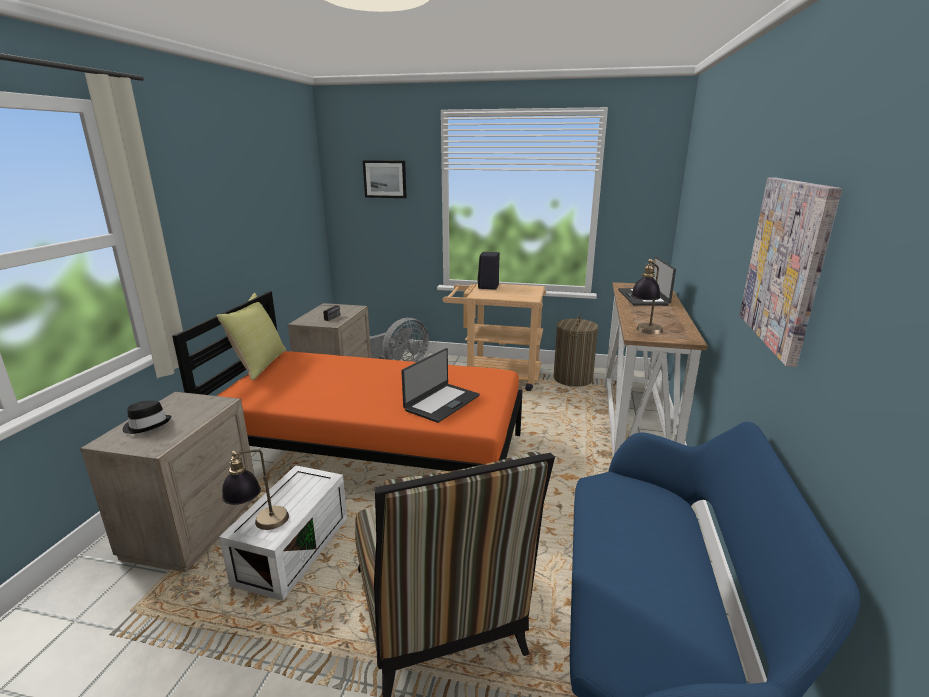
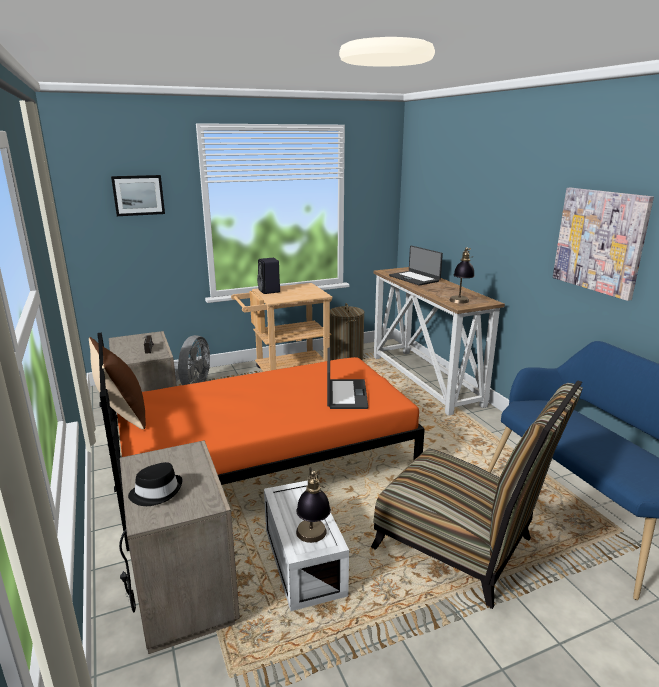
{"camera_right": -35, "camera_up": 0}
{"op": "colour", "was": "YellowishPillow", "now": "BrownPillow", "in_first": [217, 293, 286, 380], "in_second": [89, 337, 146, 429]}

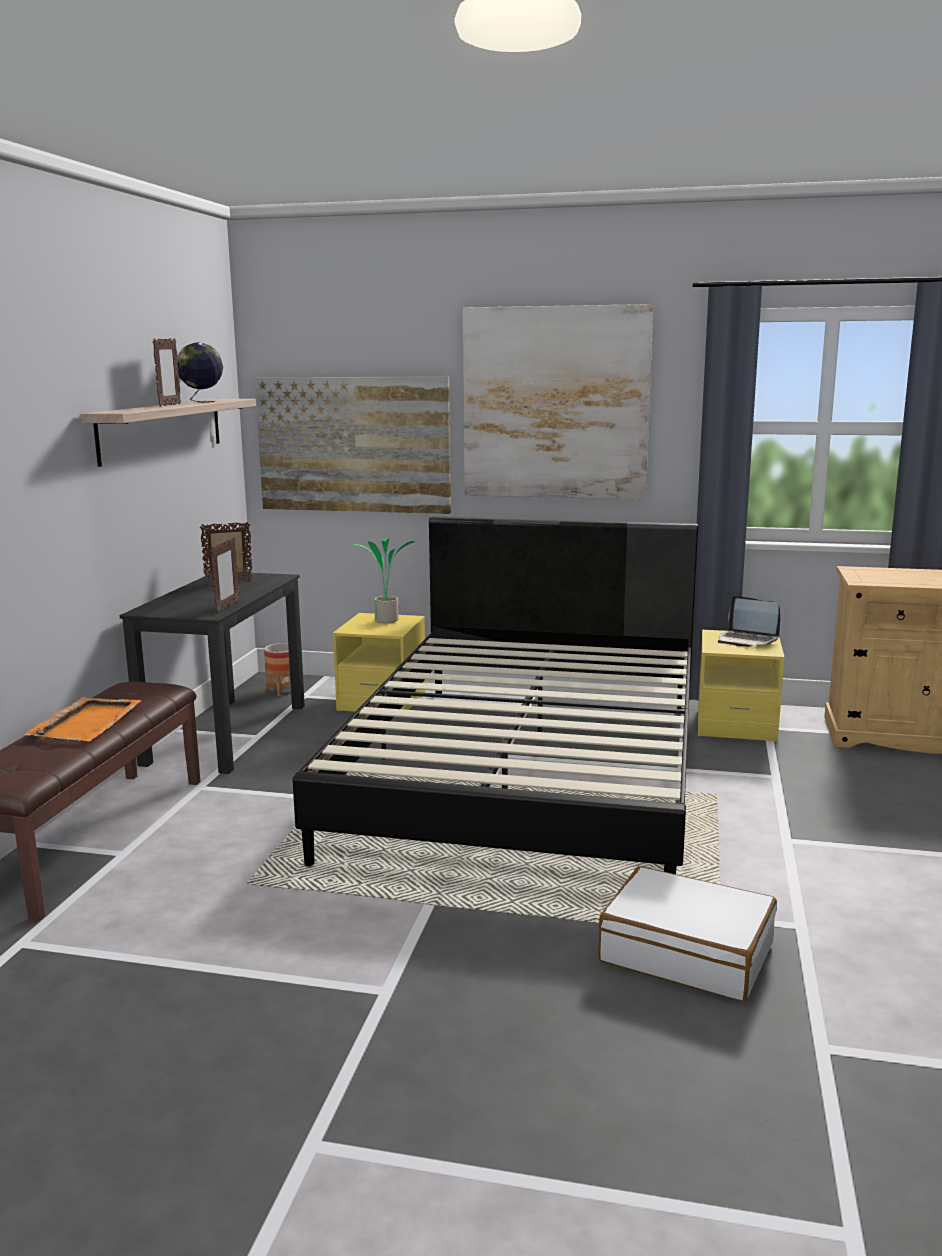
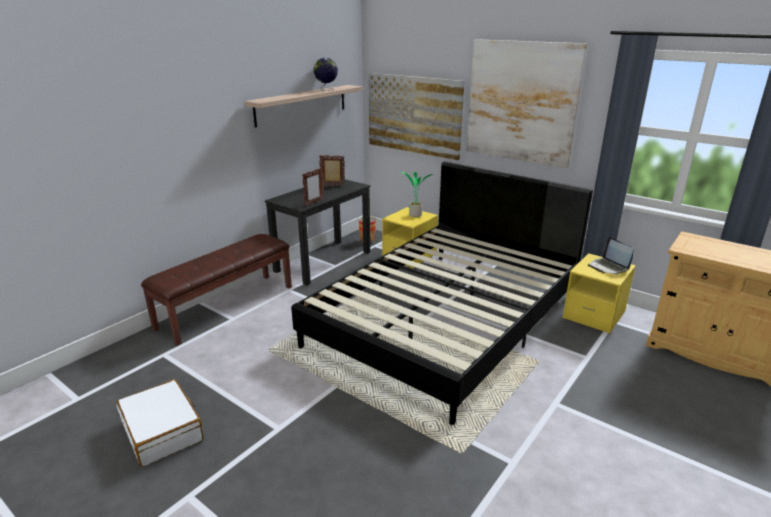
{"camera_right": 25, "camera_up": 10}
{"op": "missing", "was": "PictureFrame", "in_first": [153, 338, 181, 407]}
{"op": "missing", "was": "OrangeColouredTray", "in_first": [24, 697, 142, 742]}
{"op": "relocated", "was": "WhiteColouredTravelCase", "in_first": [598, 866, 777, 1001], "in_second": [116, 379, 204, 467]}

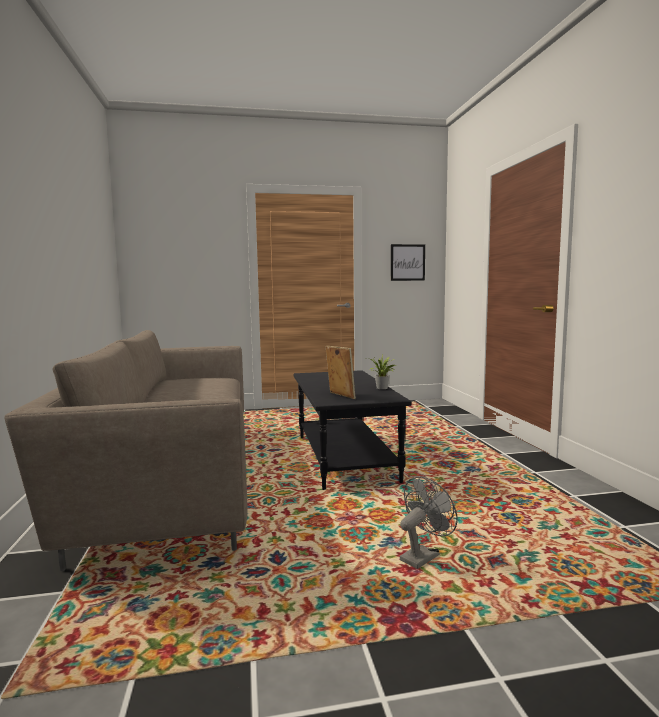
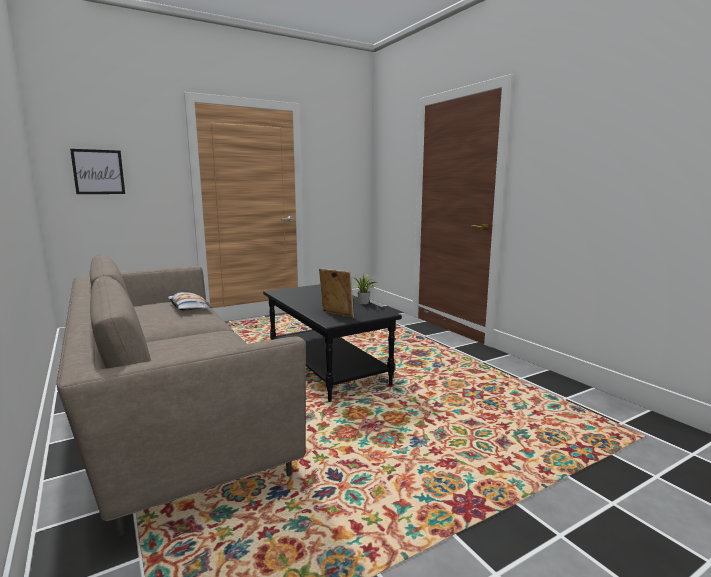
{"camera_right": -20, "camera_up": 5}
{"op": "relocated", "was": "WallPicture", "in_first": [391, 244, 425, 281], "in_second": [70, 149, 125, 194]}
{"op": "missing", "was": "GreyishCoolingFan", "in_first": [400, 476, 458, 569]}
{"op": "appeared", "now": "Pillow", "in_second": [168, 292, 212, 310]}

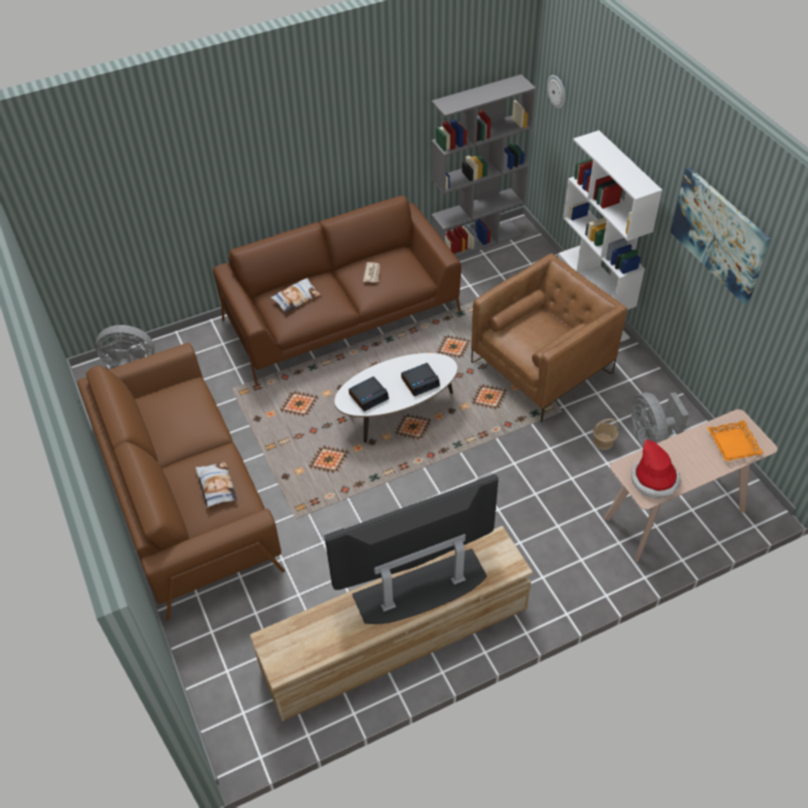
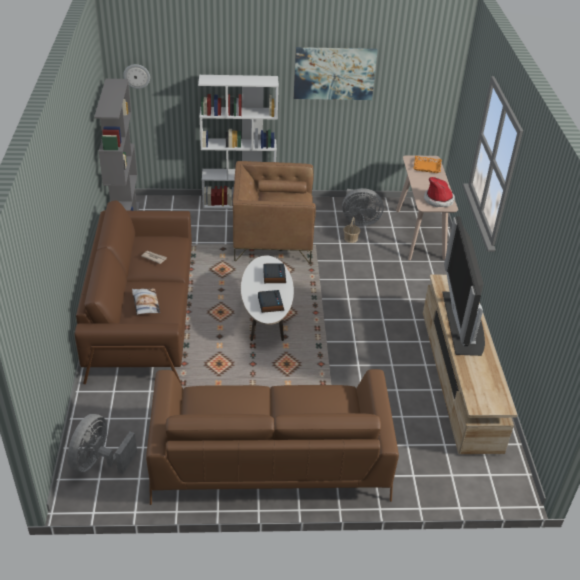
{"camera_right": -70, "camera_up": -10}
{"op": "spun", "was": "BrownArmchair", "in_first": [471, 253, 627, 422], "in_second": [233, 161, 316, 263], "clockwise": -75}
{"op": "missing", "was": "Pillow", "in_first": [196, 462, 237, 508]}

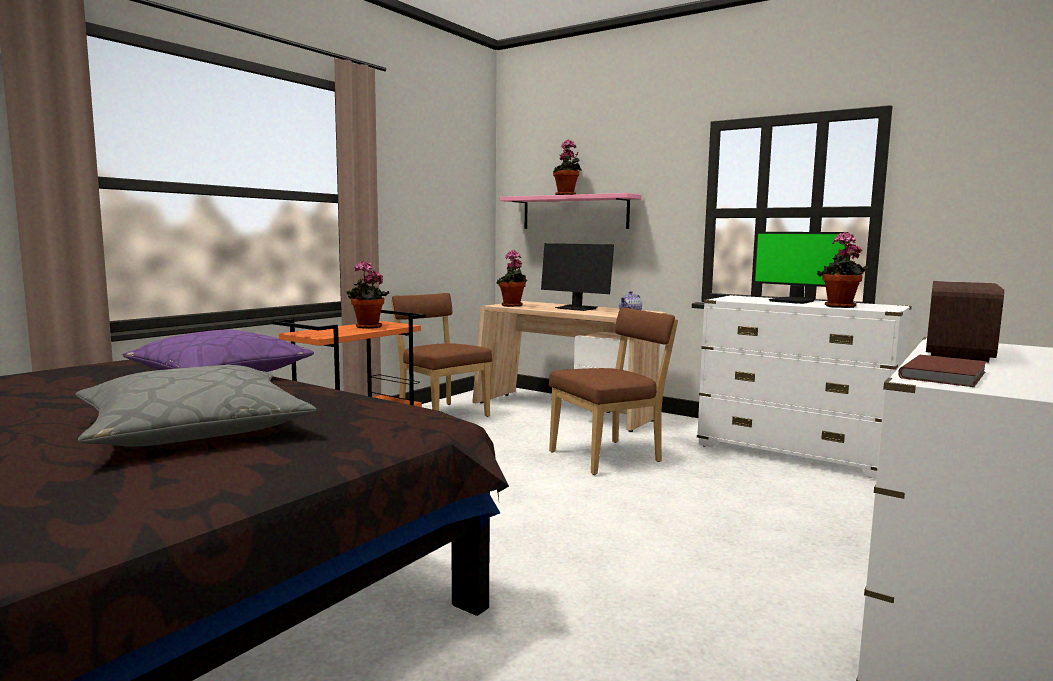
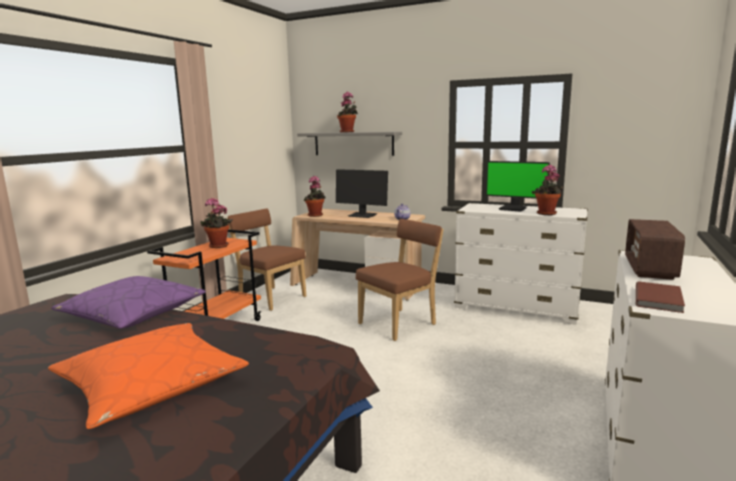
{"camera_right": -10, "camera_up": 5}
{"op": "colour", "was": "PinkShelf", "now": "GreyishShelf", "in_first": [499, 193, 642, 229], "in_second": [297, 132, 402, 156]}
{"op": "colour", "was": "GreyishPillow", "now": "OrangeColouredPillow", "in_first": [75, 365, 316, 447], "in_second": [48, 323, 249, 429]}

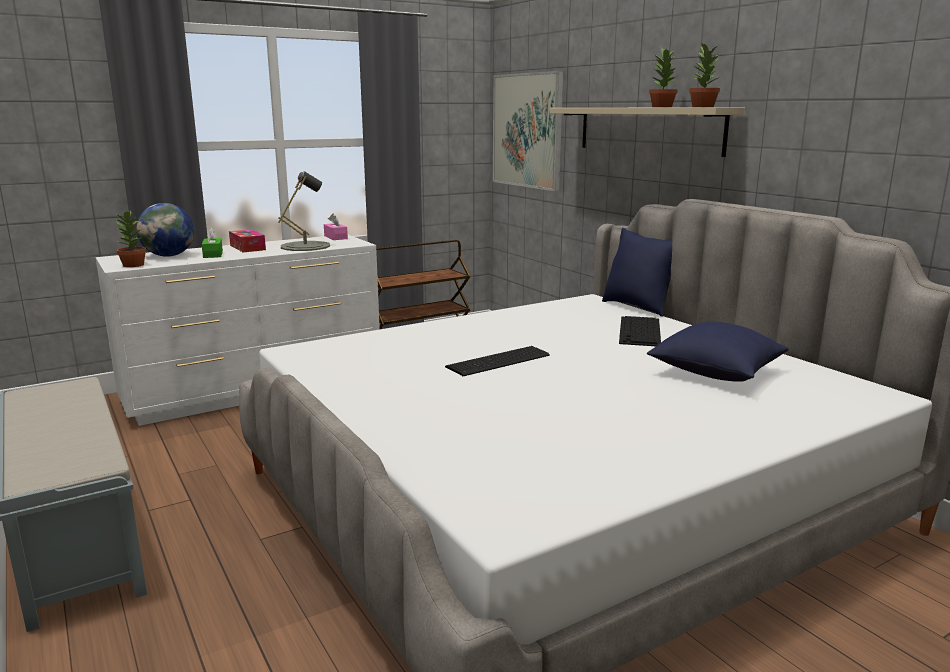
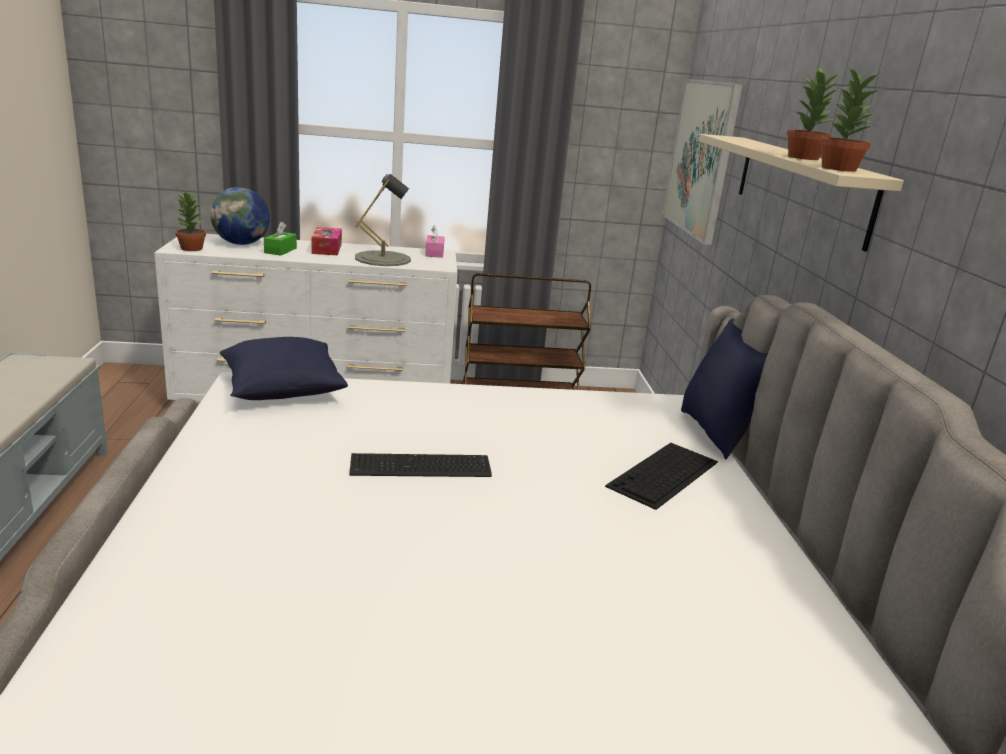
{"camera_right": 25, "camera_up": 5}
{"op": "relocated", "was": "BluishPillow", "in_first": [647, 322, 789, 382], "in_second": [220, 337, 348, 400]}

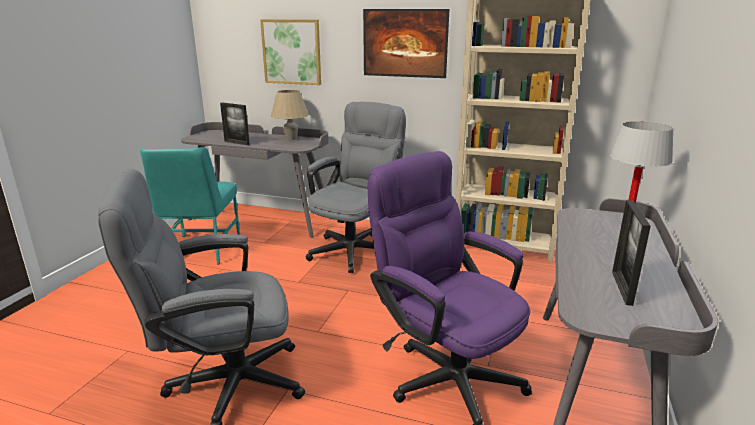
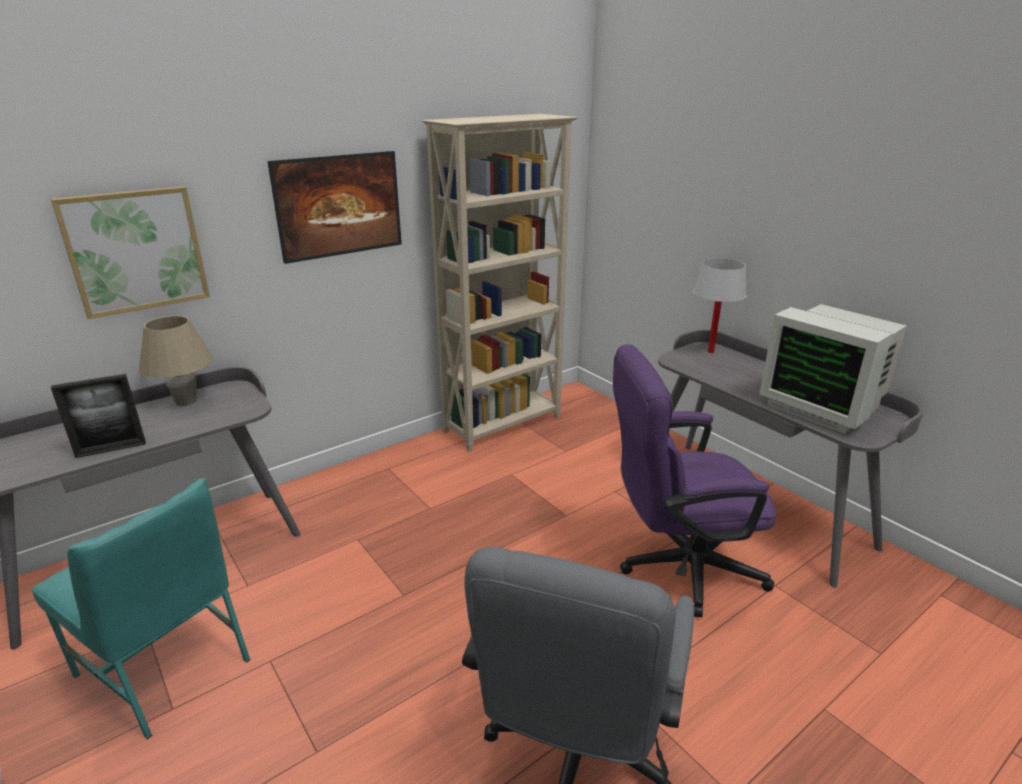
{"camera_right": -55, "camera_up": 5}
{"op": "missing", "was": "GreyishComputerChair", "in_first": [306, 102, 406, 273]}
{"op": "exchanged", "was": "PictureFrame", "now": "ComputerDisplay", "in_first": [612, 200, 651, 306], "in_second": [759, 304, 907, 434]}

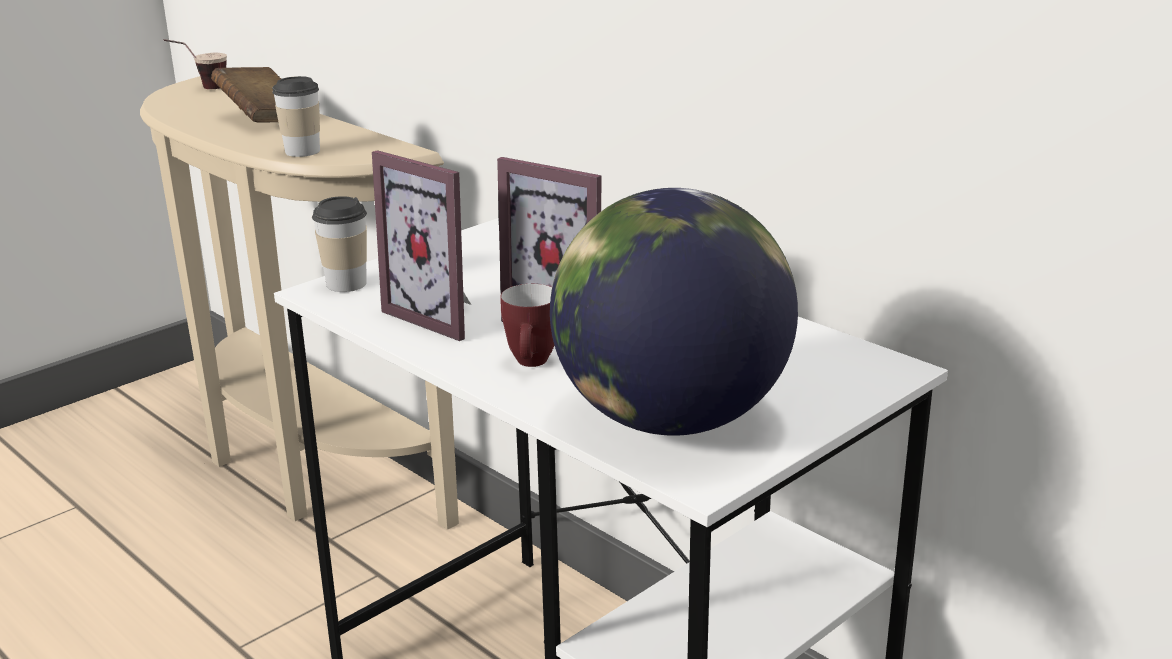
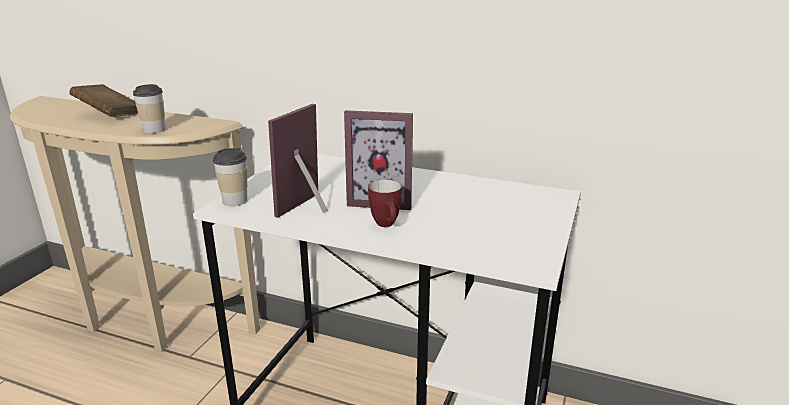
{"camera_right": -25, "camera_up": 0}
{"op": "missing", "was": "Cup", "in_first": [164, 39, 227, 89]}
{"op": "spun", "was": "PictureFrame", "in_first": [372, 150, 471, 341], "in_second": [268, 104, 328, 218], "clockwise": 105}
{"op": "missing", "was": "Globe", "in_first": [550, 188, 798, 435]}

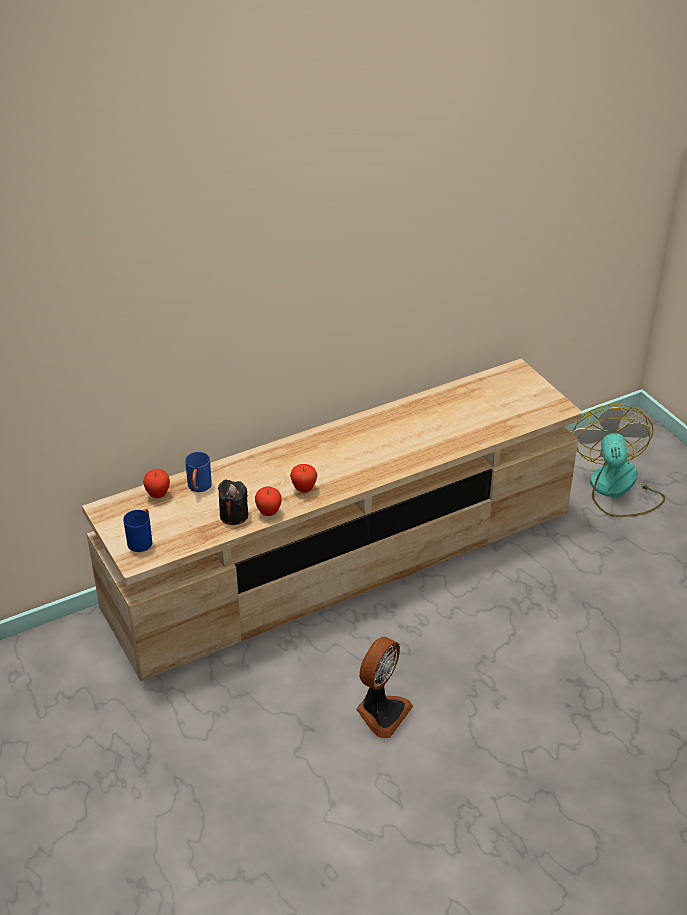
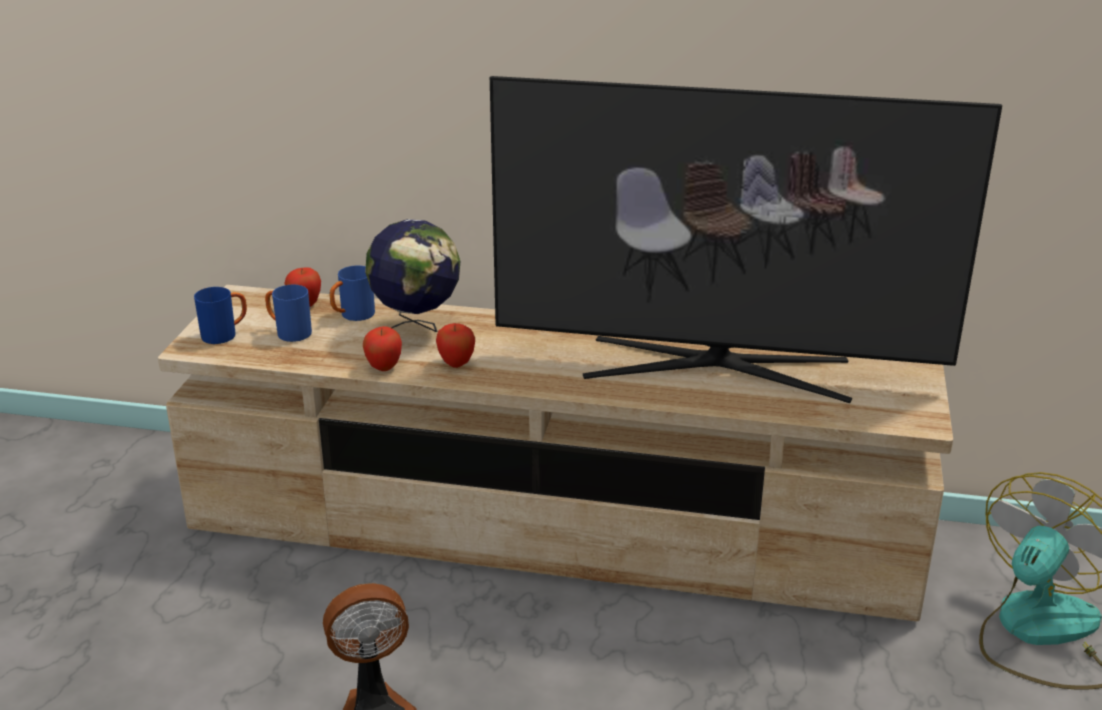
{"camera_right": 40, "camera_up": -10}
{"op": "missing", "was": "BlackCandle", "in_first": [218, 480, 248, 525]}
{"op": "appeared", "now": "Tv", "in_second": [490, 76, 1002, 403]}
{"op": "appeared", "now": "Globe", "in_second": [365, 219, 460, 332]}
{"op": "appeared", "now": "BluishTeaMug", "in_second": [265, 285, 312, 342]}

